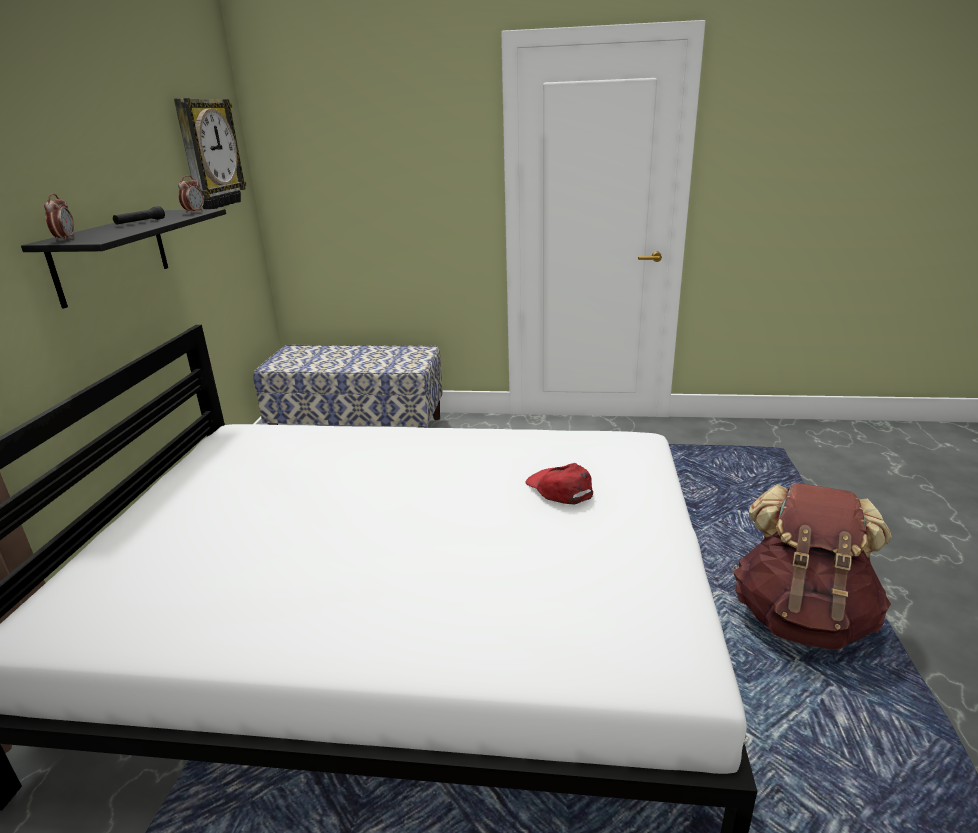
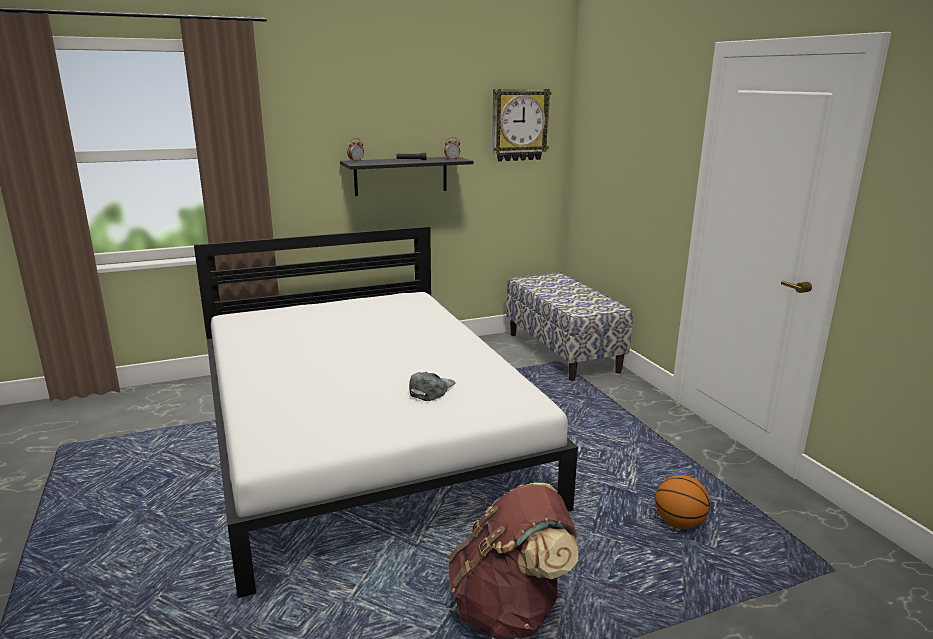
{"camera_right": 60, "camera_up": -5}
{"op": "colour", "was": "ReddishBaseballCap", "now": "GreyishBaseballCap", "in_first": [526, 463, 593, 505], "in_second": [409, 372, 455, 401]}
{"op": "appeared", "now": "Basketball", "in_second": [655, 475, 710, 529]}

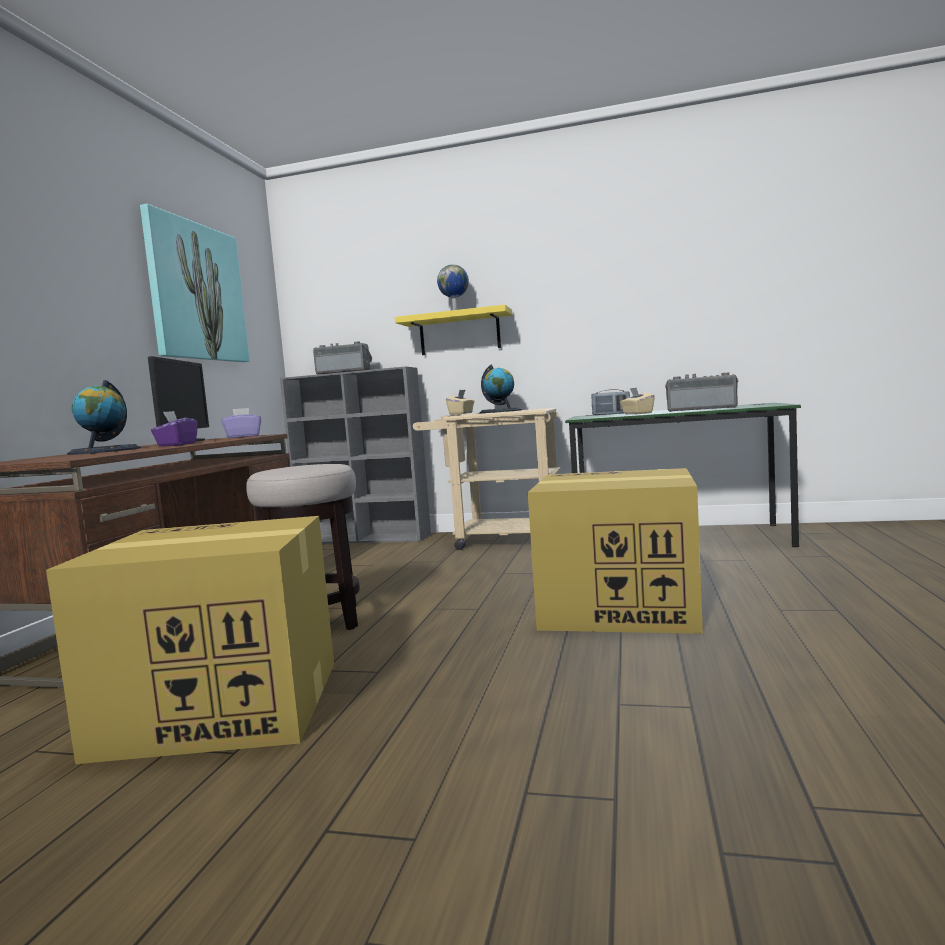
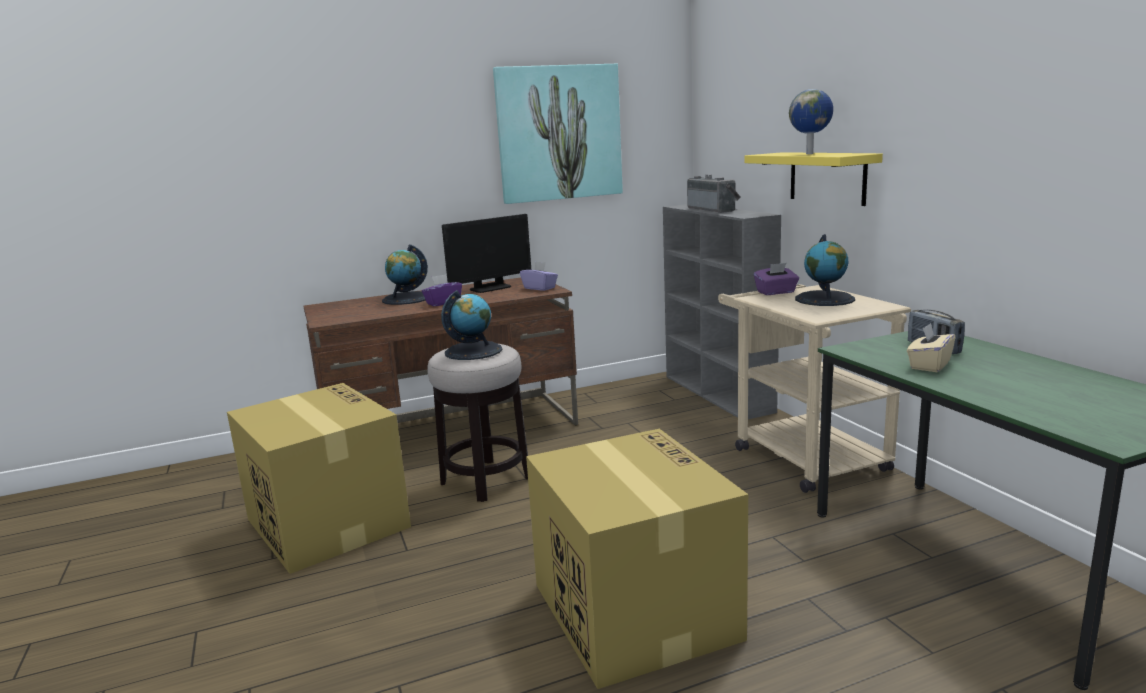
{"camera_right": 55, "camera_up": 10}
{"op": "missing", "was": "RadioSet", "in_first": [665, 372, 738, 412]}
{"op": "colour", "was": "SandColouredTissueHolder", "now": "PurpleColouredTissueHolder", "in_first": [446, 390, 474, 415], "in_second": [754, 263, 799, 295]}
{"op": "appeared", "now": "Globe", "in_second": [441, 290, 503, 360]}

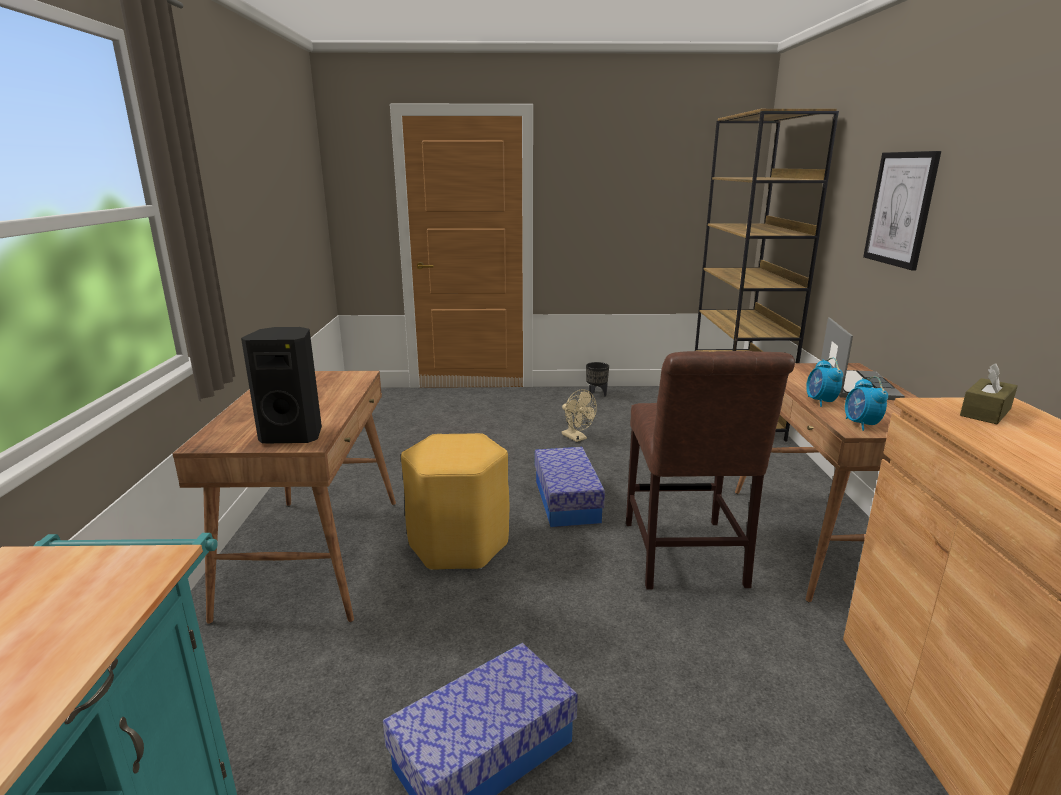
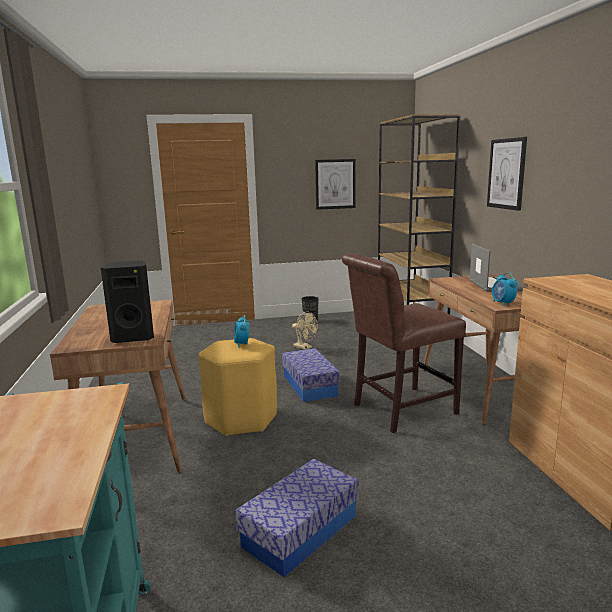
{"camera_right": -10, "camera_up": -5}
{"op": "spun", "was": "BrownChair", "in_first": [626, 351, 795, 589], "in_second": [342, 253, 466, 433], "clockwise": 75}
{"op": "relocated", "was": "AlarmClock", "in_first": [806, 357, 843, 407], "in_second": [234, 315, 249, 348]}
{"op": "missing", "was": "BrownTissueHolder", "in_first": [960, 363, 1018, 424]}
{"op": "appeared", "now": "WallPicture", "in_second": [315, 159, 355, 210]}

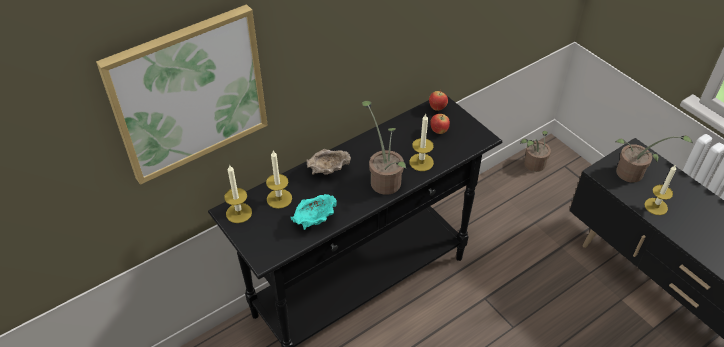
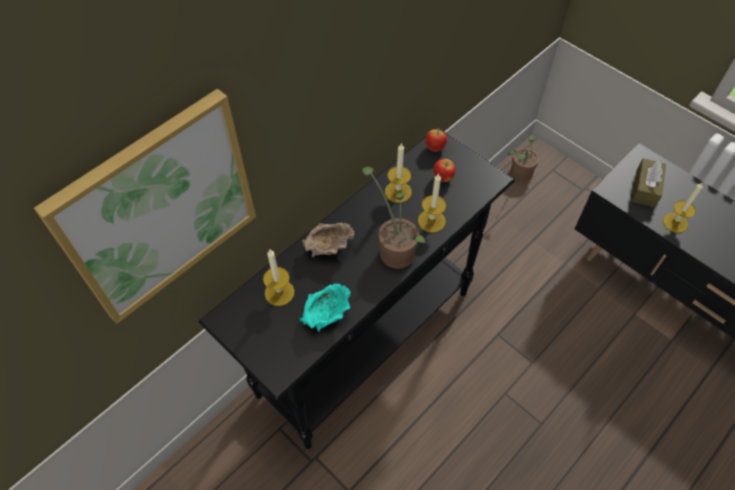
{"camera_right": -10, "camera_up": 10}
{"op": "exchanged", "was": "PlantInAPot", "now": "BrownTissueHolder", "in_first": [616, 135, 693, 183], "in_second": [632, 158, 666, 208]}
{"op": "relocated", "was": "Candle", "in_first": [224, 164, 252, 223], "in_second": [385, 142, 412, 203]}

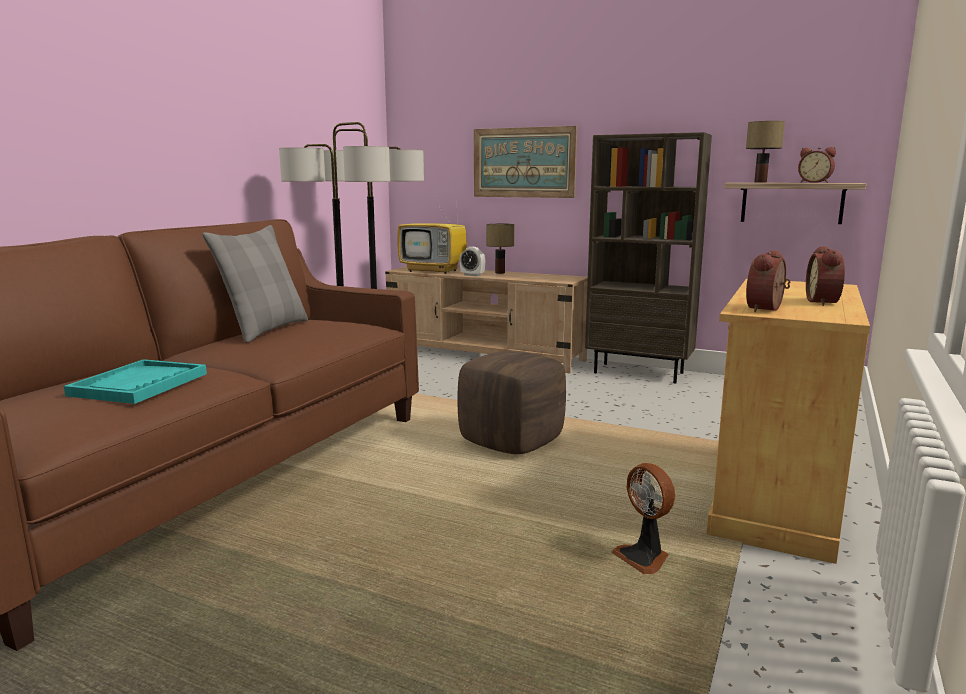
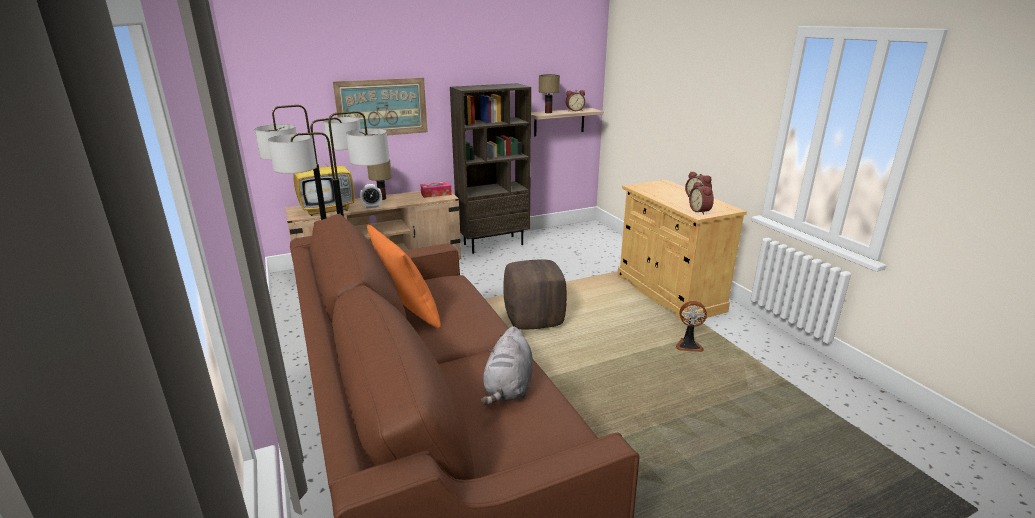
{"camera_right": -50, "camera_up": 10}
{"op": "colour", "was": "GreyishPillow", "now": "OrangeColouredPillow", "in_first": [202, 225, 308, 343], "in_second": [367, 225, 441, 328]}
{"op": "exchanged", "was": "TurquoiseTray", "now": "GreyishSoftToy", "in_first": [64, 359, 207, 404], "in_second": [481, 326, 533, 405]}
{"op": "appeared", "now": "TissueHolder", "in_second": [420, 182, 452, 198]}

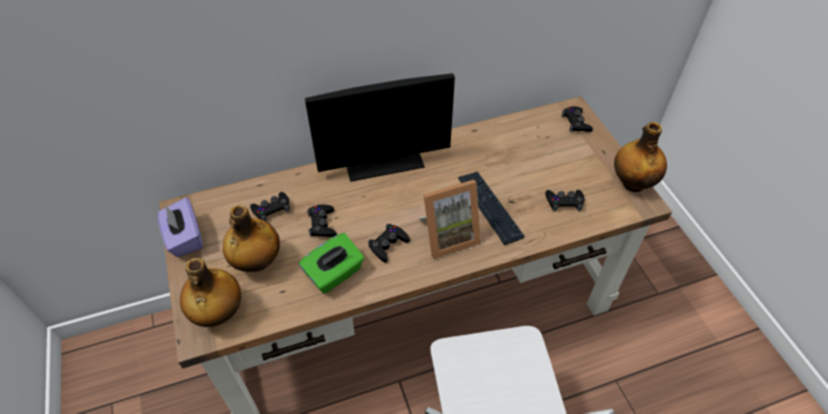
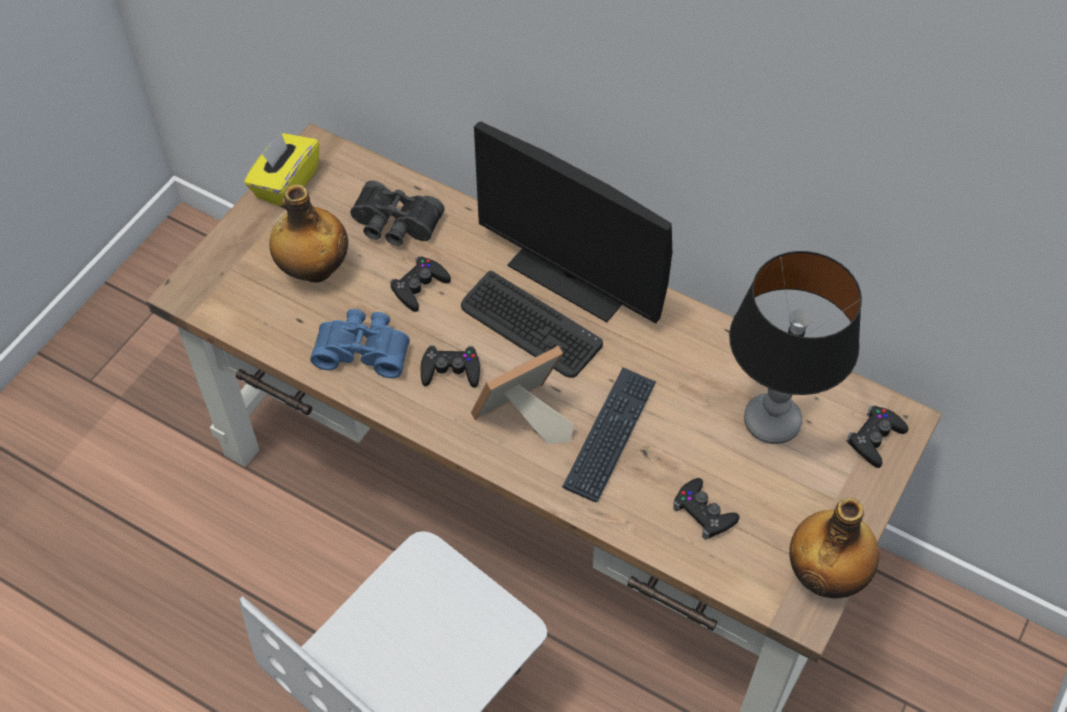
{"camera_right": 50, "camera_up": 5}
{"op": "spun", "was": "PictureFrame", "in_first": [418, 180, 481, 259], "in_second": [471, 346, 574, 444], "clockwise": 120}
{"op": "exchanged", "was": "BlackGamepad", "now": "BlackPairOfBinoculars", "in_first": [250, 192, 290, 221], "in_second": [350, 180, 445, 246]}
{"op": "colour", "was": "PurpleColouredTissueHolder", "now": "YellowishTissueHolder", "in_first": [158, 197, 203, 257], "in_second": [244, 132, 320, 206]}
{"op": "exchanged", "was": "GreenishTissueHolder", "now": "BluishPairOfBinoculars", "in_first": [299, 233, 364, 294], "in_second": [310, 309, 410, 378]}
{"op": "missing", "was": "DrinkBottle", "in_first": [180, 258, 241, 327]}
{"op": "appeared", "now": "TabletopLamp", "in_second": [729, 251, 862, 444]}
{"op": "appeared", "now": "PcKeyboard", "in_second": [461, 271, 603, 378]}

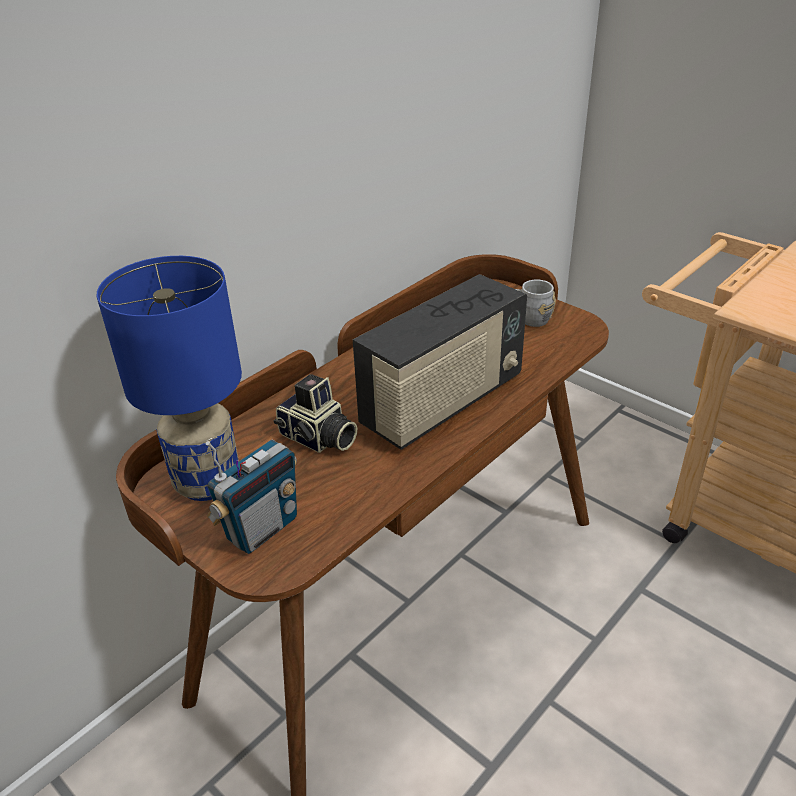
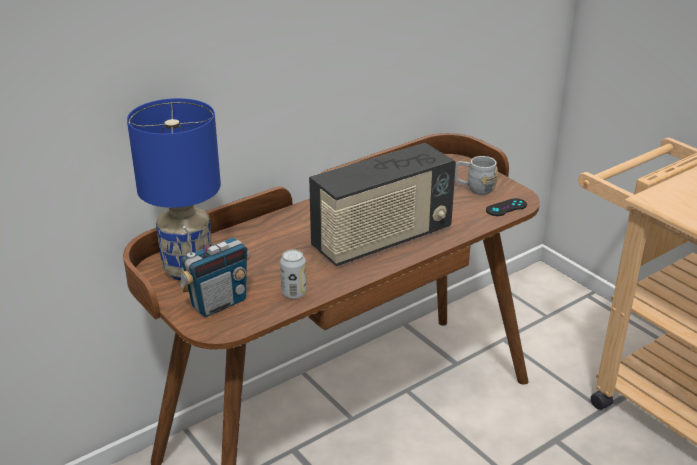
{"camera_right": 10, "camera_up": -5}
{"op": "missing", "was": "PhotoCamera", "in_first": [273, 374, 357, 453]}
{"op": "appeared", "now": "BlackGamepad", "in_second": [486, 198, 527, 216]}
{"op": "appeared", "now": "MetalCan", "in_second": [280, 249, 307, 299]}

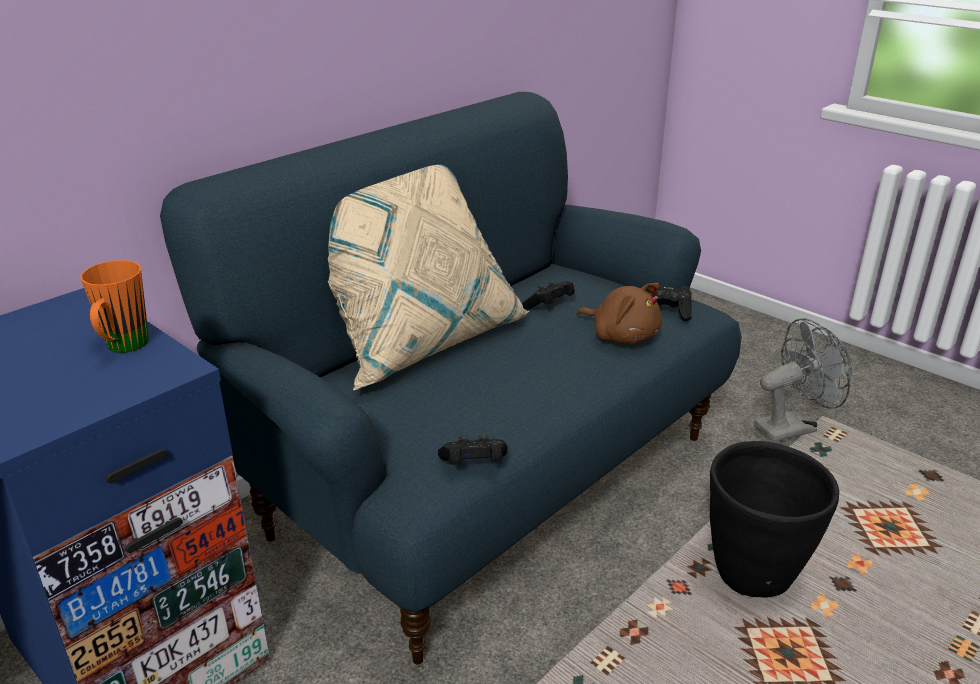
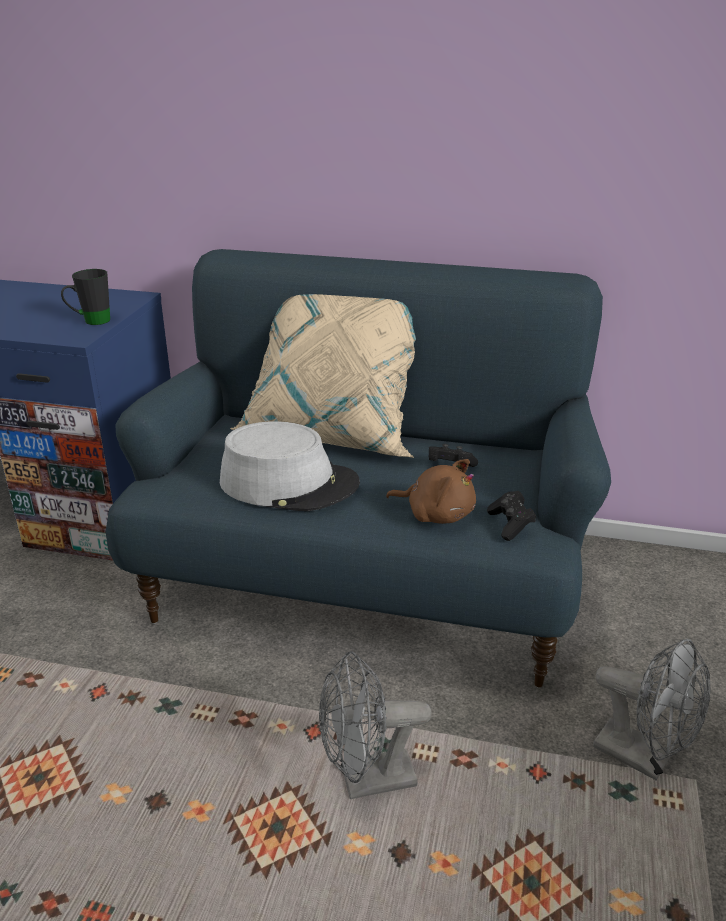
{"camera_right": 60, "camera_up": 0}
{"op": "colour", "was": "OrangeColouredTeaMug", "now": "BlackTeaMug", "in_first": [80, 260, 149, 353], "in_second": [61, 269, 110, 325]}
{"op": "spun", "was": "BrownSoftToy", "in_first": [577, 283, 662, 344], "in_second": [386, 459, 476, 524], "clockwise": -75}
{"op": "missing", "was": "BlackGamepad", "in_first": [438, 434, 508, 465]}
{"op": "exchanged", "was": "BlackPlanter", "now": "GreyishCoolingFan", "in_first": [710, 441, 839, 597], "in_second": [319, 651, 431, 799]}
{"op": "appeared", "now": "GreyishHat", "in_second": [220, 421, 360, 511]}

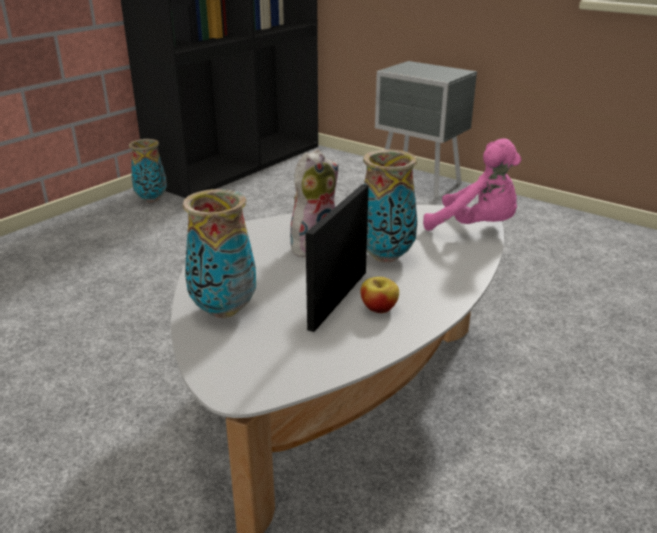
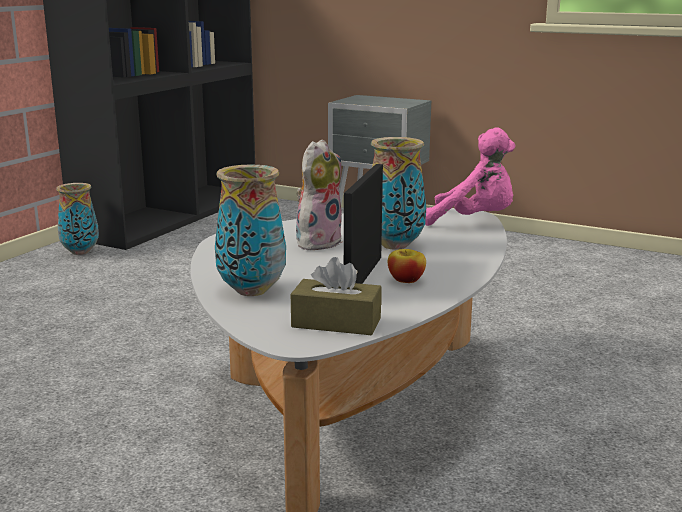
{"camera_right": -10, "camera_up": -10}
{"op": "appeared", "now": "BrownTissueHolder", "in_second": [291, 257, 381, 335]}

